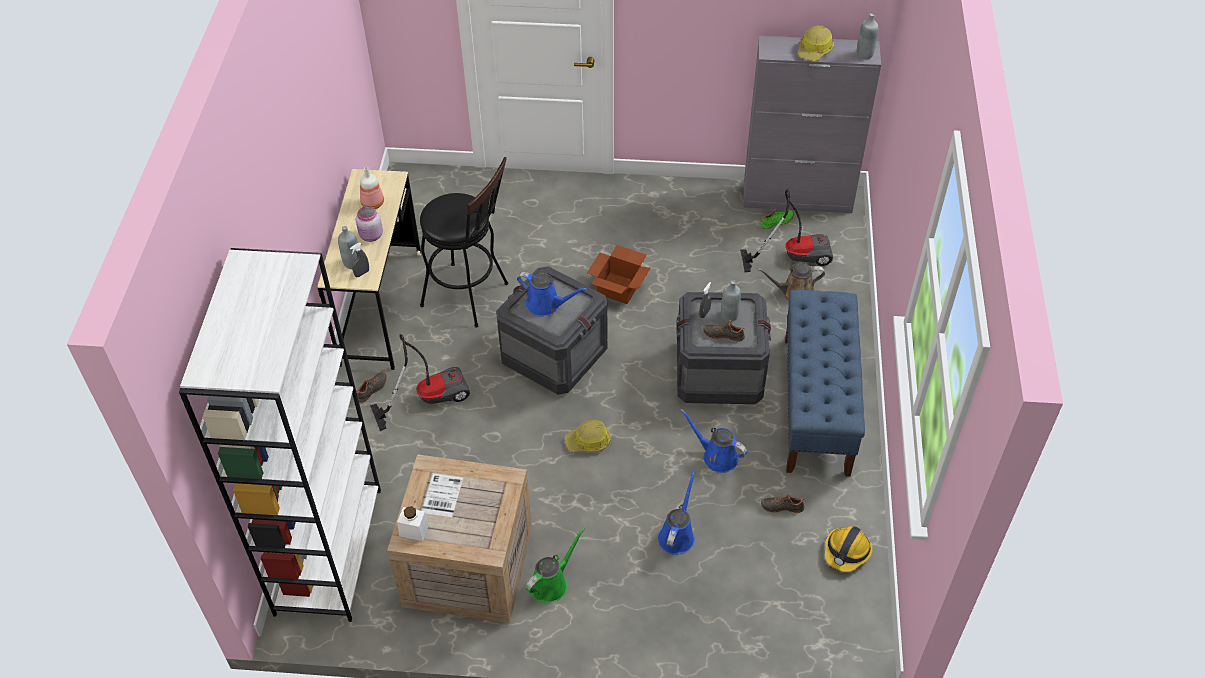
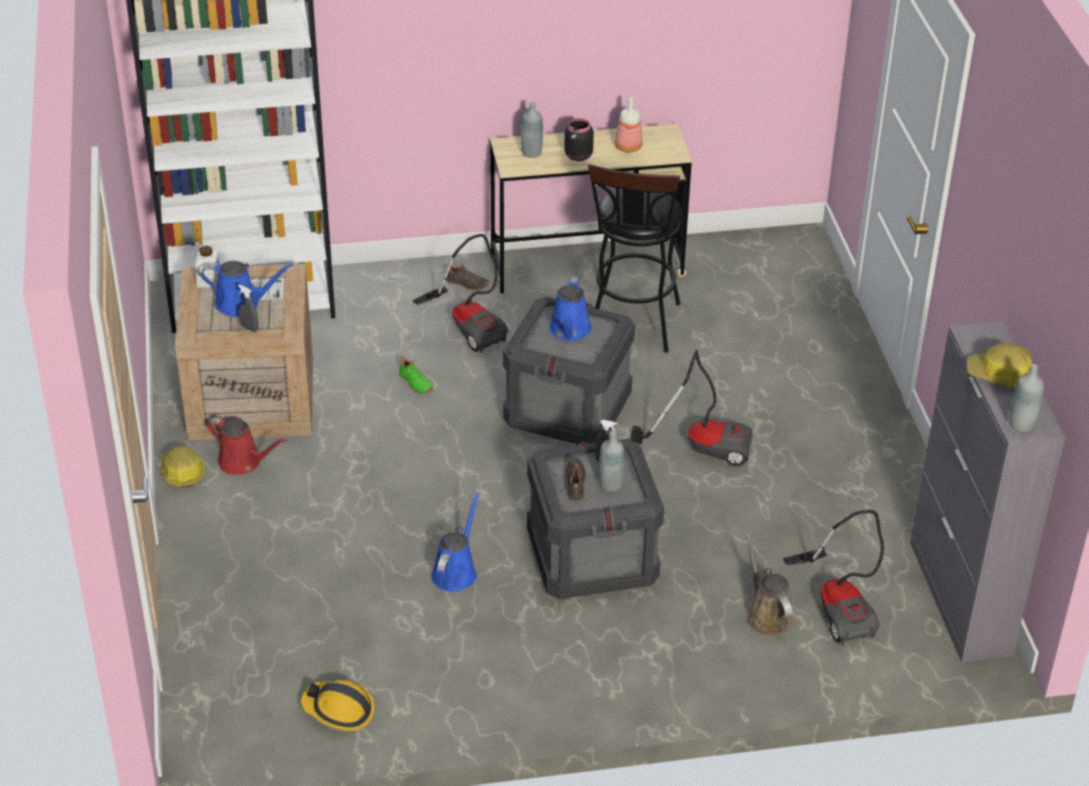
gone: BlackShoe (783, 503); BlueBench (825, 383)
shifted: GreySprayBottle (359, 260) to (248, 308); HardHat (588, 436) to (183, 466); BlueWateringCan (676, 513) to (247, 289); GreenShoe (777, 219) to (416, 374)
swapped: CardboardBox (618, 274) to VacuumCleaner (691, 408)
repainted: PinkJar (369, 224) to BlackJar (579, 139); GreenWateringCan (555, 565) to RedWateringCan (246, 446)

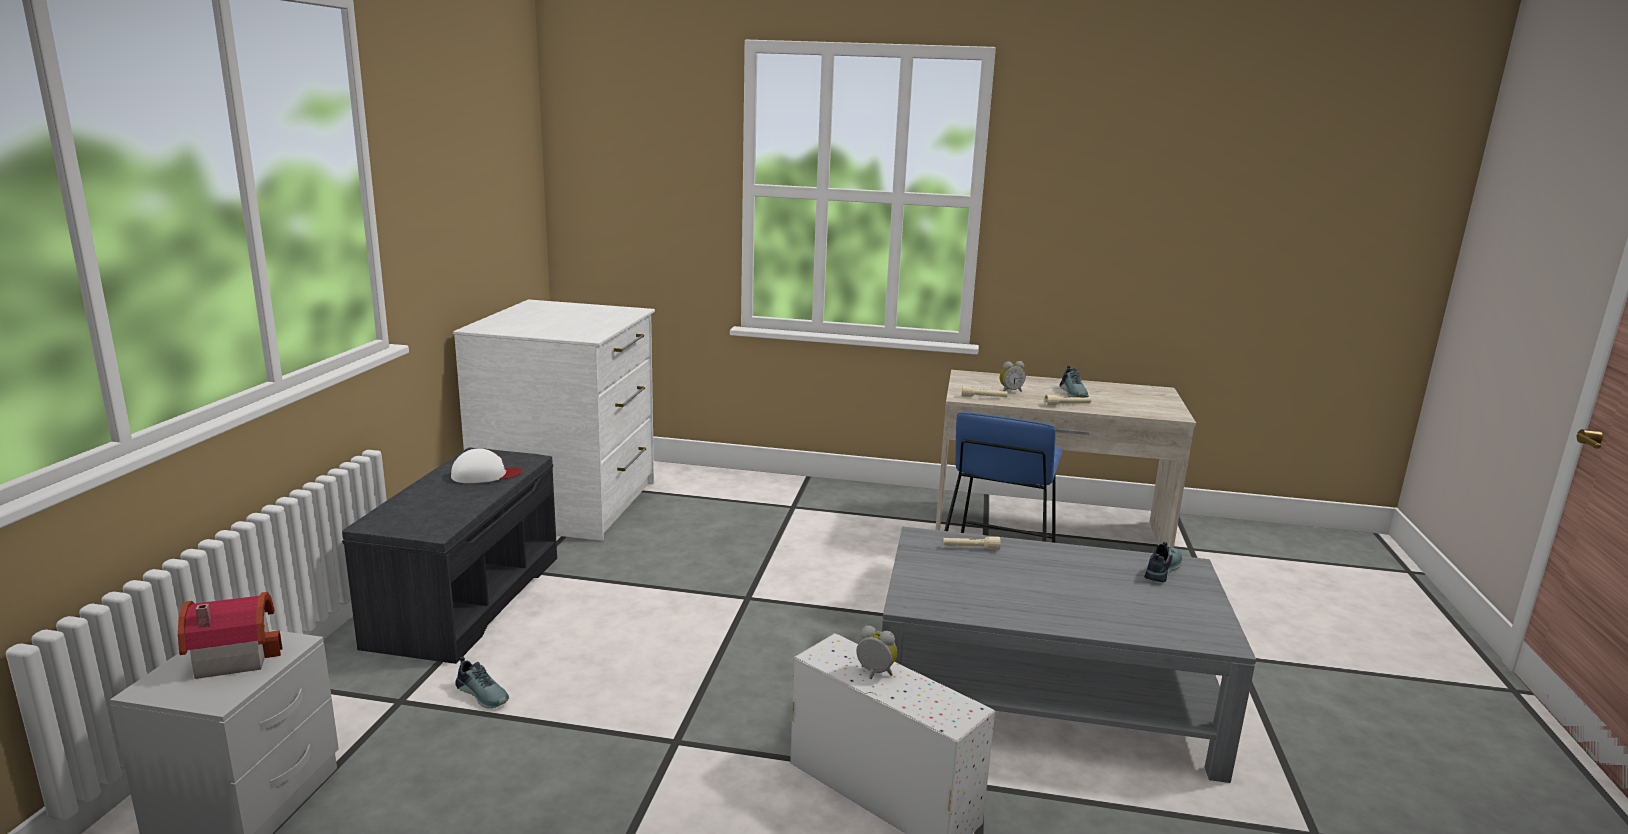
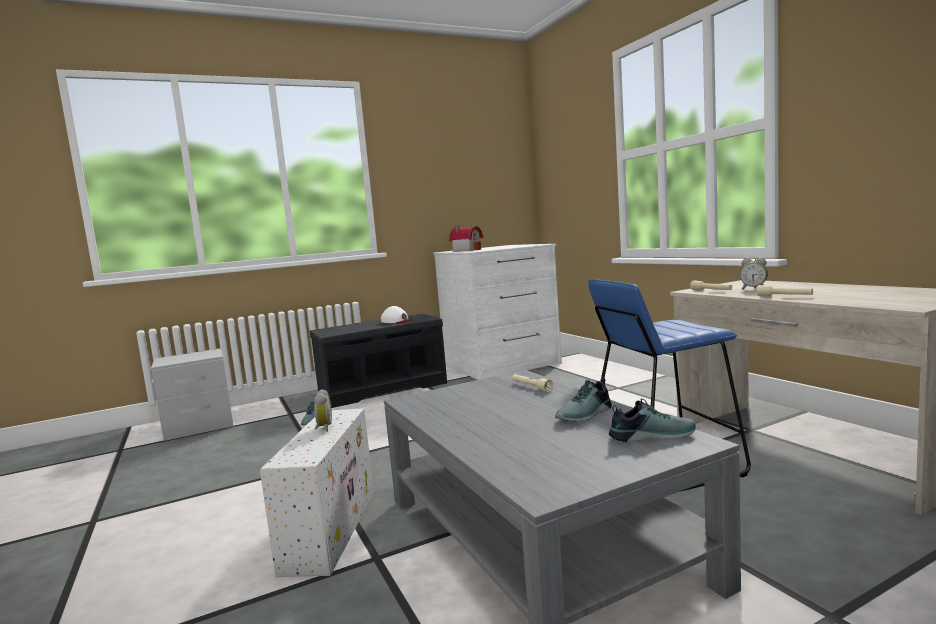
shifted: ToyHouse (230, 635) to (466, 238); Shoe (1074, 381) to (583, 400)

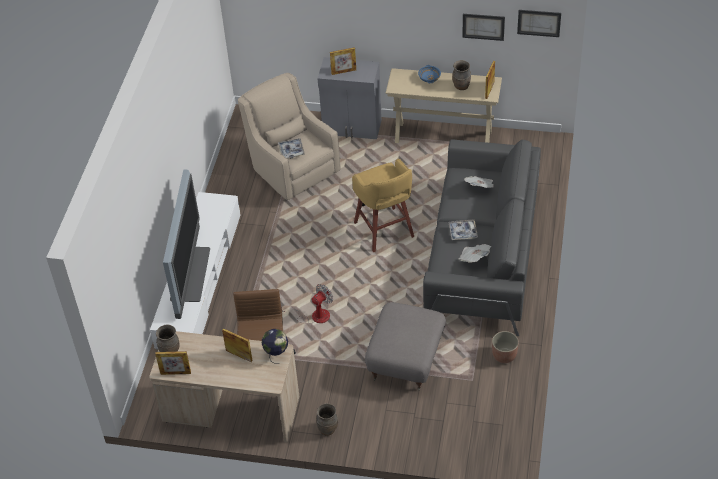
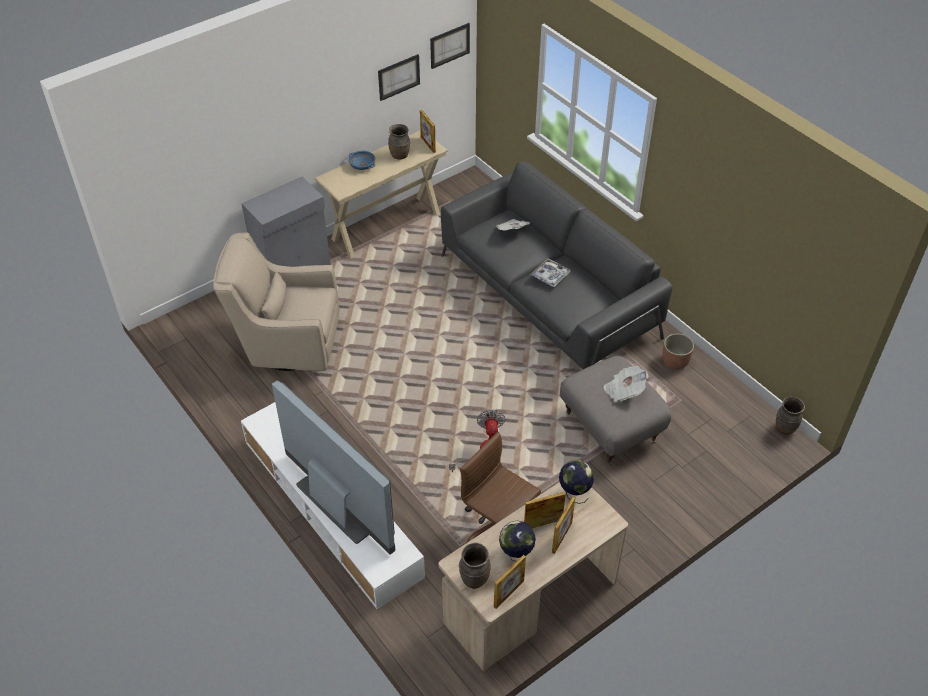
gone: Tray (291, 148); YellowStool (383, 205)
new: Globe (517, 541)
shifted: BrownVase (327, 419) to (790, 415); PictureFrame (343, 61) to (563, 525); Newspaper (474, 253) to (626, 384)

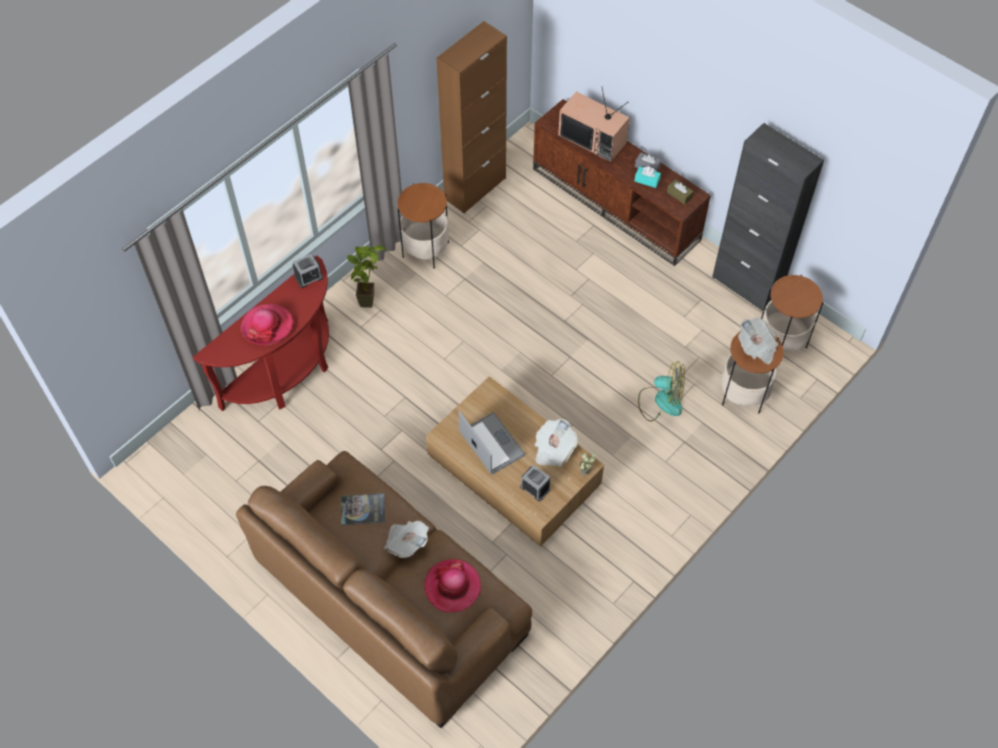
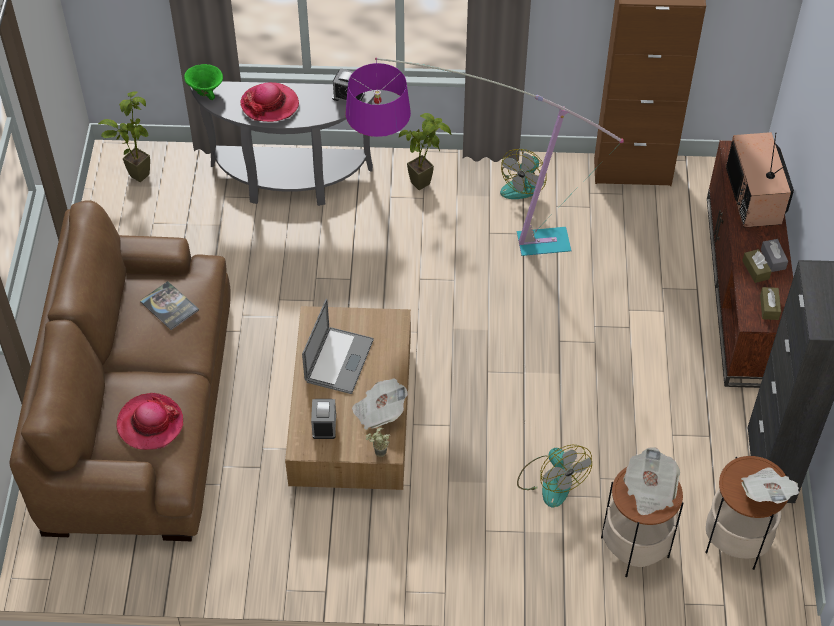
new: PottedPlant (124, 136); GreenBowl (203, 82); FloorLamp (485, 156)
shifted: Newspaper (406, 539) to (770, 486)
swapped: SideTable (423, 226) to Fan (523, 174)
repainted: RedConsoleTable (261, 333) to GreyConsoleTable (282, 143); TurquoiseTissueBox (647, 177) to BrownTissueBox (757, 266)

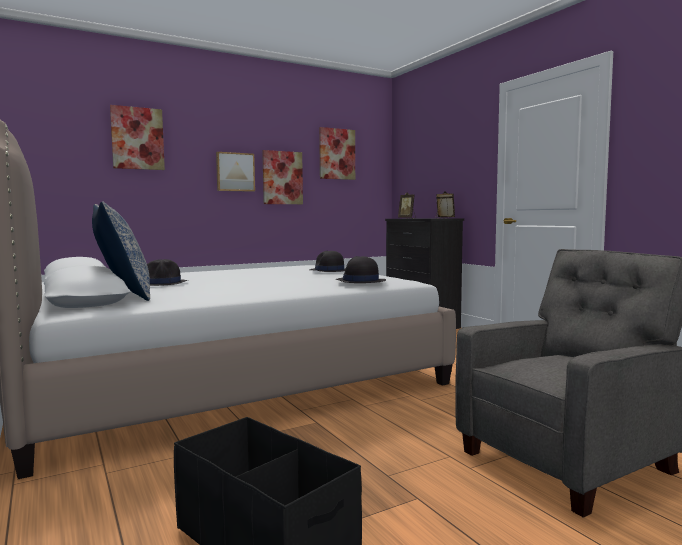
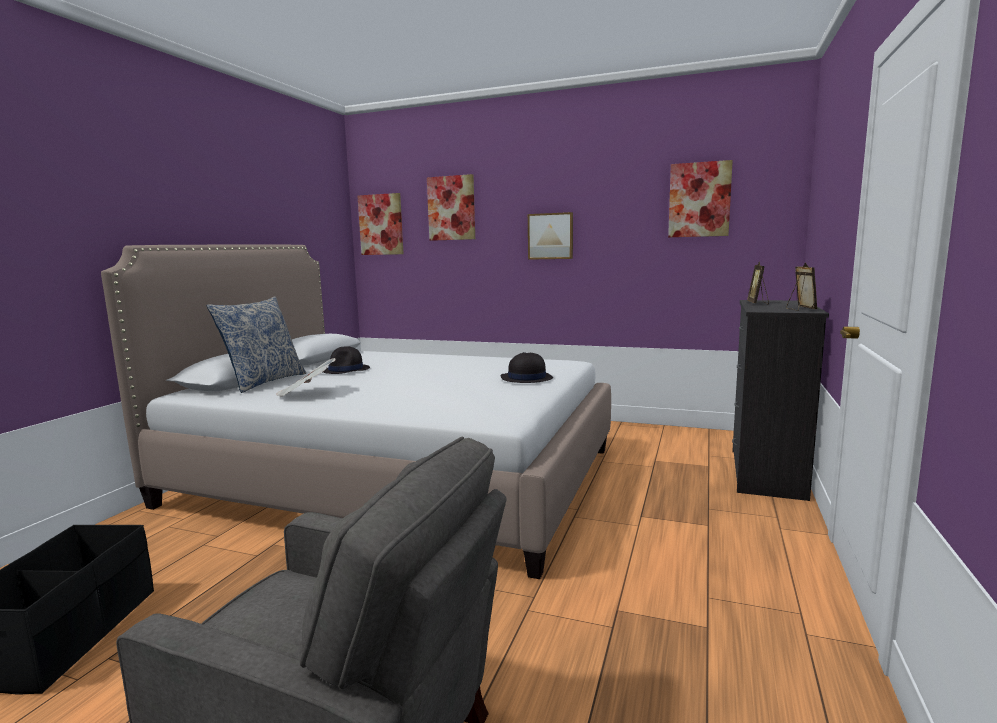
gone: BlackHat (360, 269)
new: Newspaper (306, 378)
shifted: Picture (282, 177) to (380, 224)

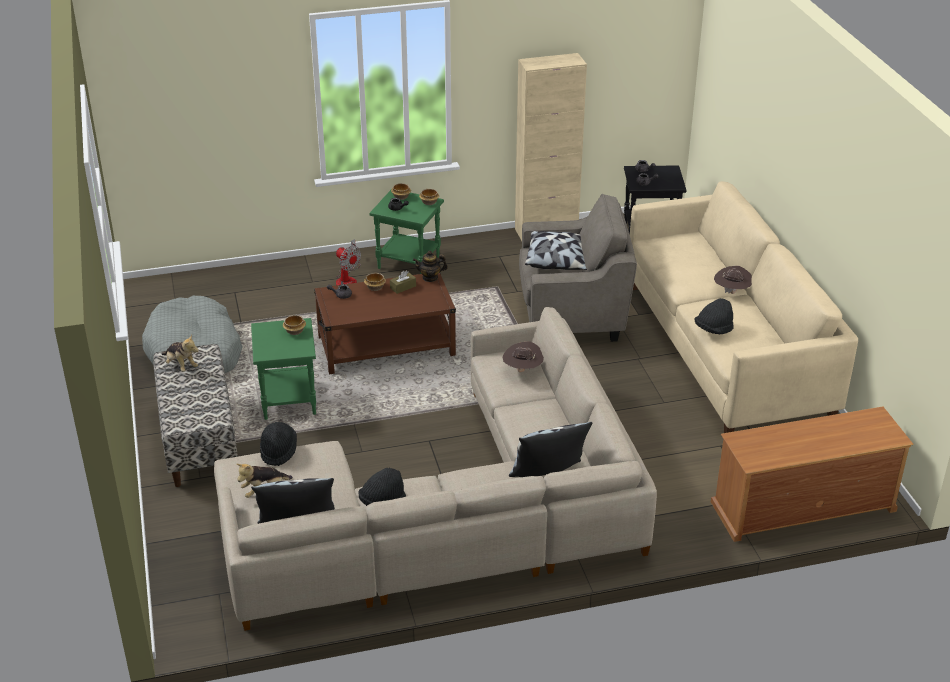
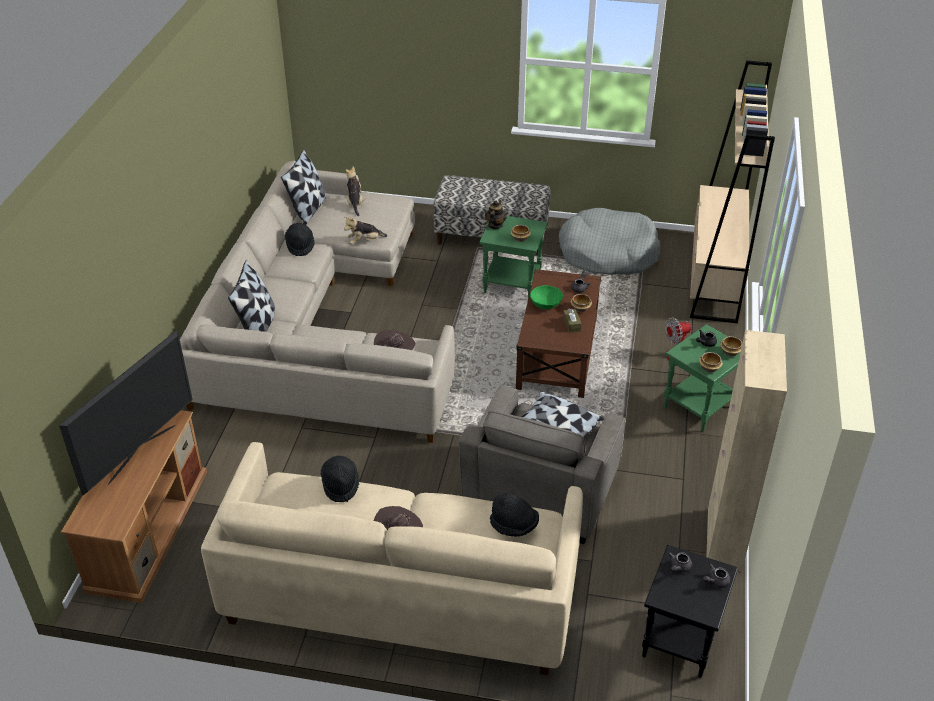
new: Television (126, 413); GreenBowl (546, 297); BeigeBookcase (732, 191)
shifted: PlushToy (180, 353) to (366, 230); BlackHat (278, 444) to (514, 515); Teapot (430, 266) to (495, 214)

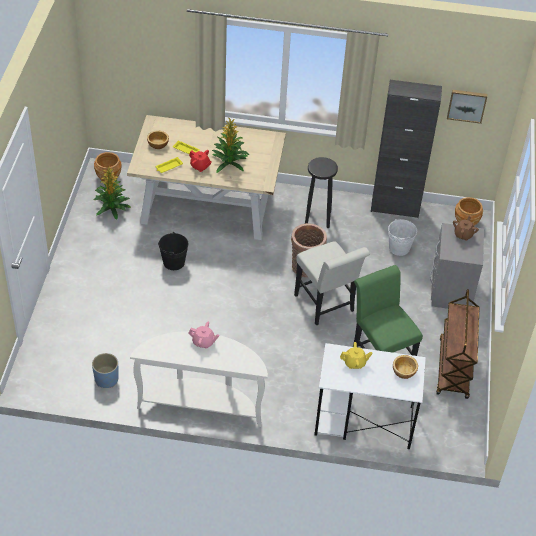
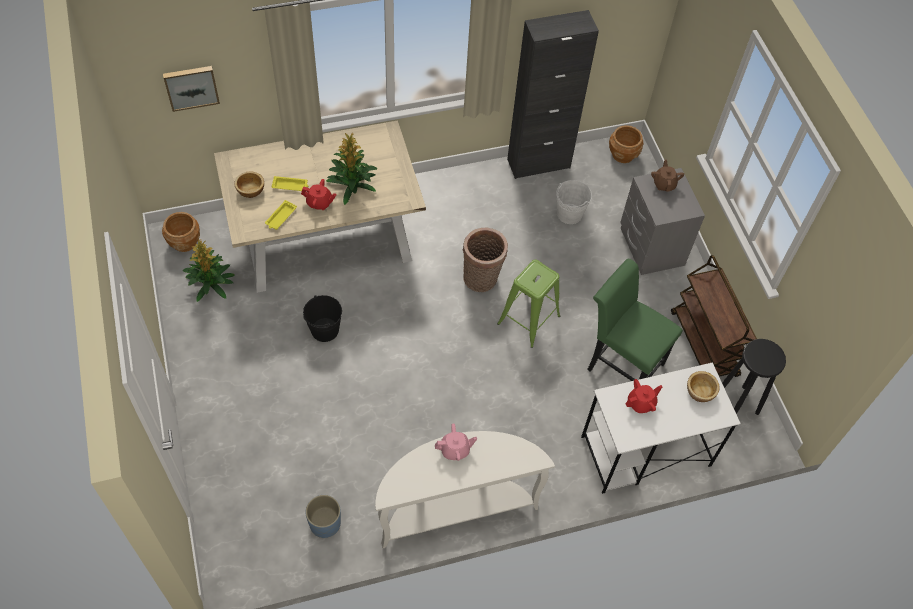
shifted: BlackStool (321, 192) to (754, 377); Picture (467, 107) to (191, 89)
swapped: WhiteChair (332, 283) to GreenStool (528, 304)
repainted: YellowTeapot (356, 355) to RedTeapot (644, 396)

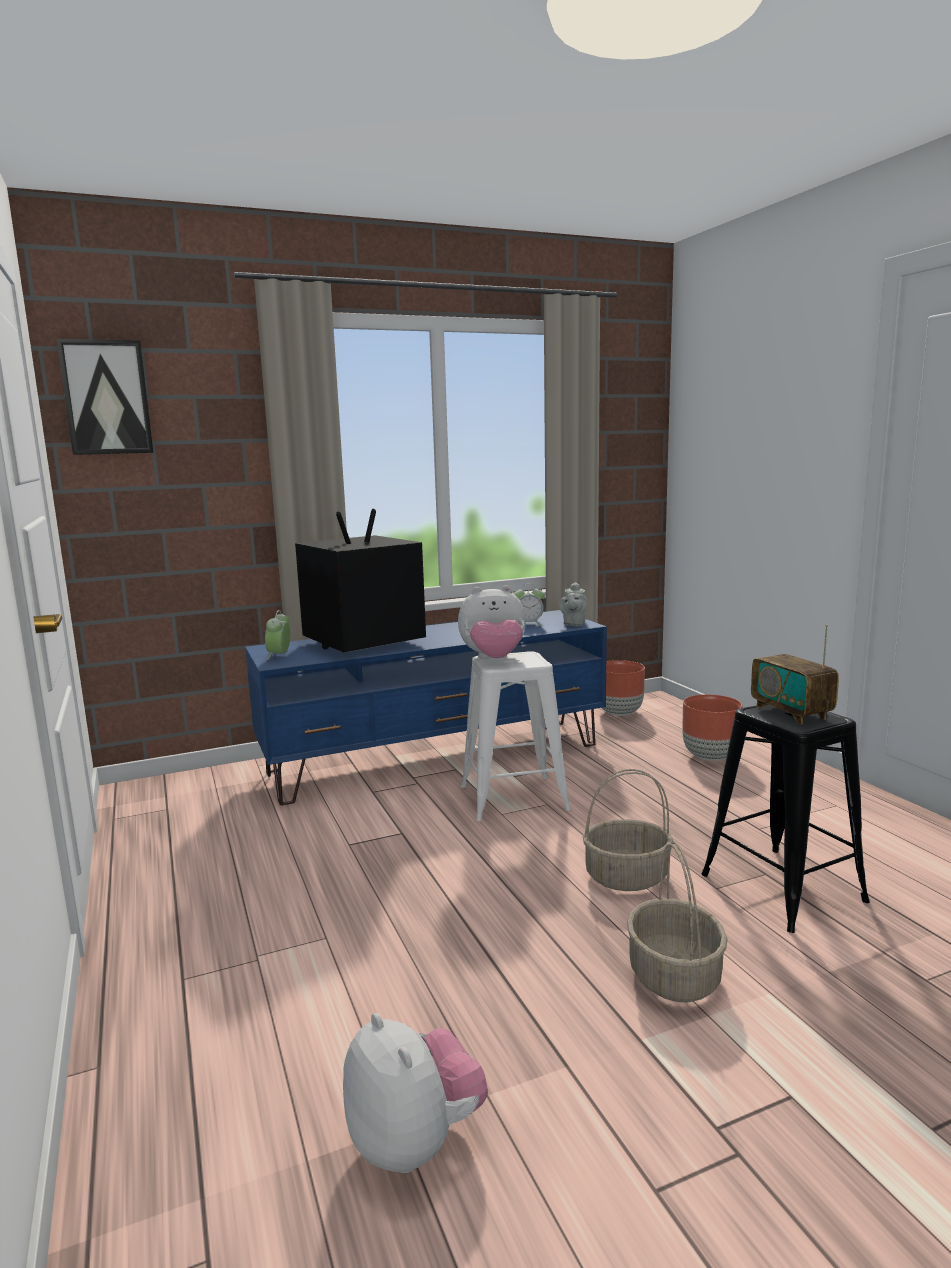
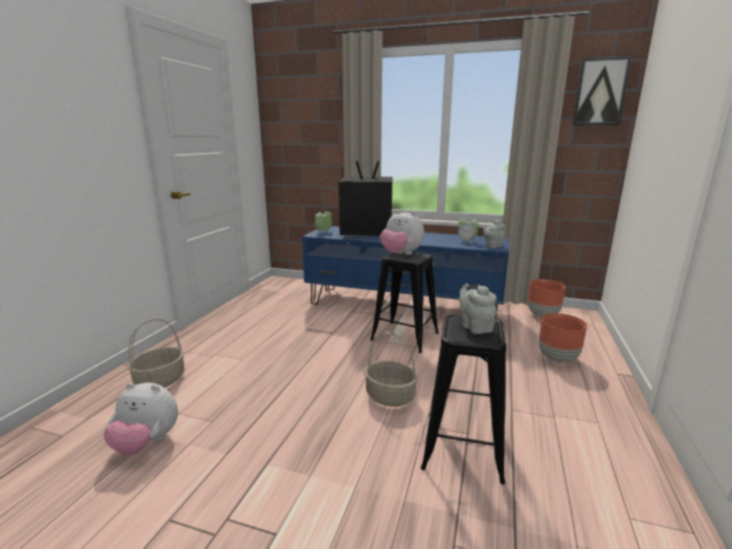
shifted: Picture (105, 397) to (602, 90); Basket (677, 922) to (155, 353)
swapped: Radio (795, 675) to GreyTeapot (478, 308)
repainted: WhiteStool (516, 736) to BlackStool (404, 302)
rotated: PlushToy (415, 1093) = (141, 419) 90 degrees clockwise

